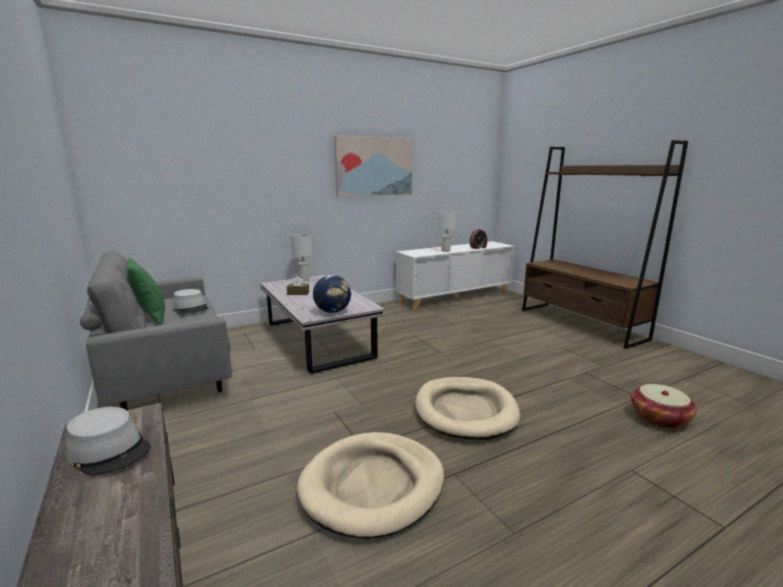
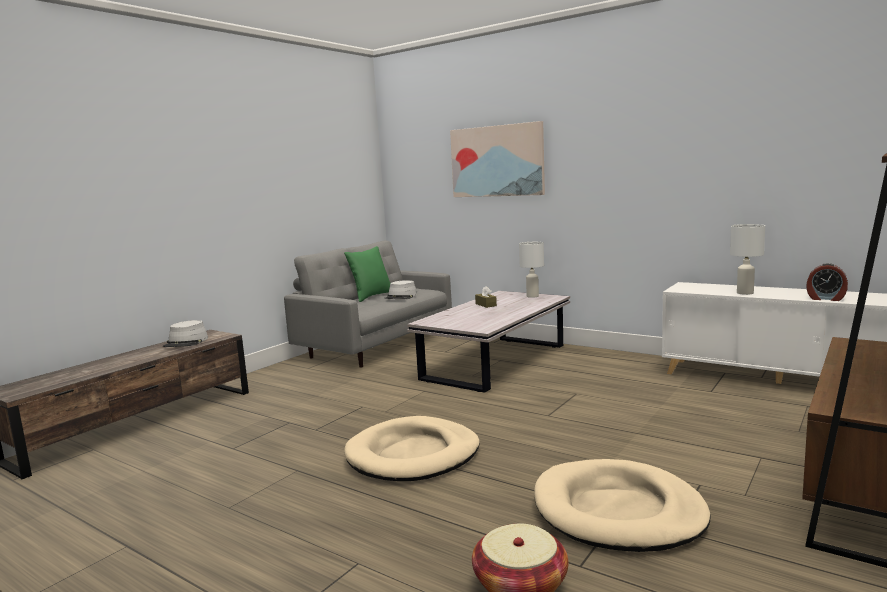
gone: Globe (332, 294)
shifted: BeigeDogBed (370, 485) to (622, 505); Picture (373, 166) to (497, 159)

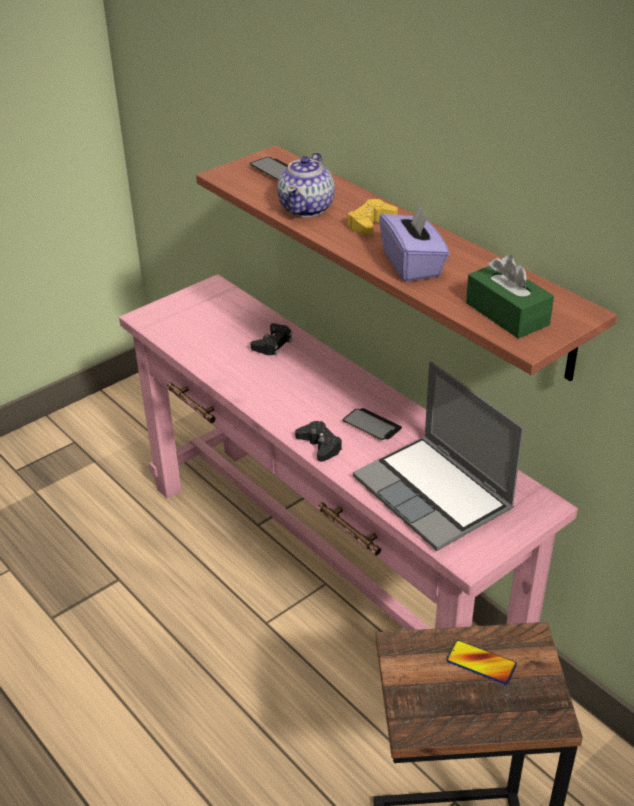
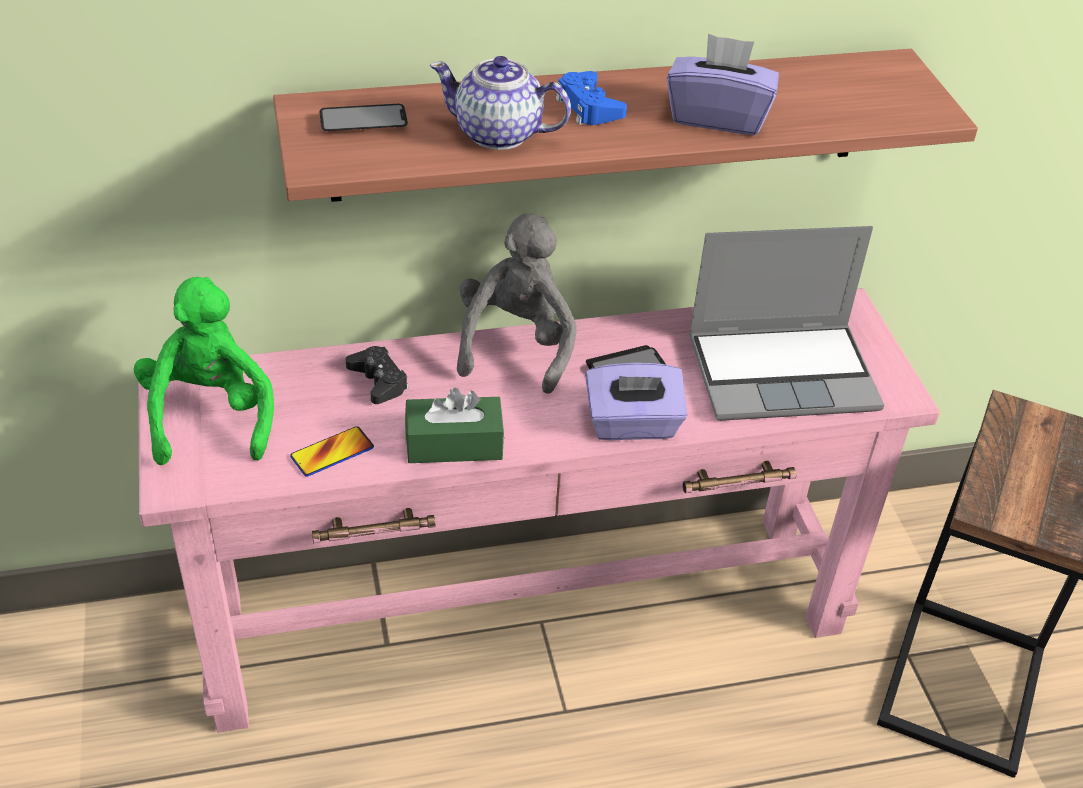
new: GreenPlushToy (204, 371); GreyPlushToy (517, 303)
shifted: Phone (481, 662) to (332, 451); GreenTissueBox (510, 297) to (454, 425)
swapped: BlackGameController (318, 441) to PurpleTissueBox (636, 401)
repainted: YellowGameController (372, 217) to BlueGameController (591, 98)
rotated: Teapot (306, 184) = (500, 103) 150 degrees clockwise

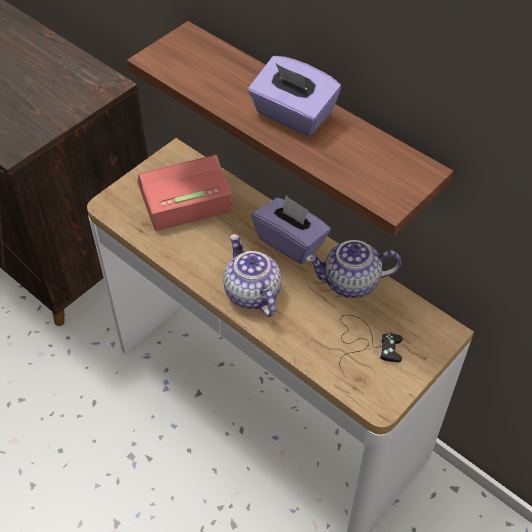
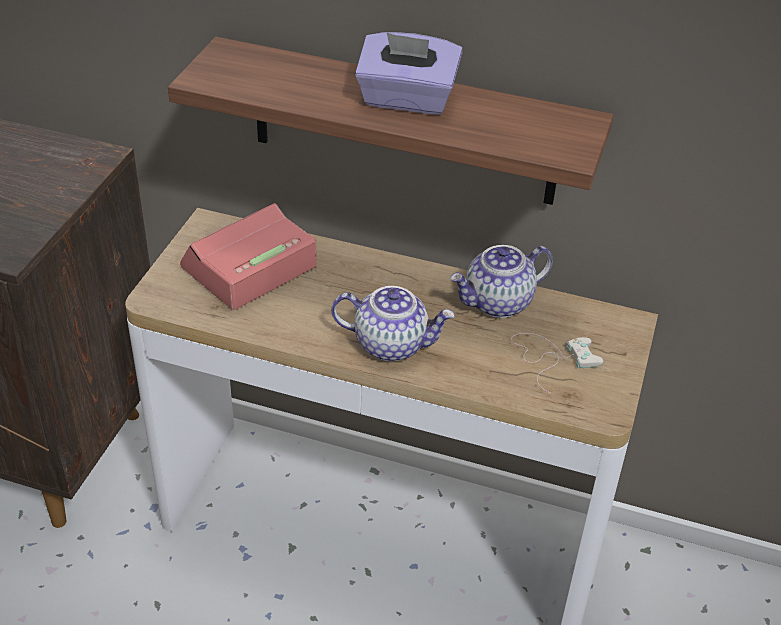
gone: PurpleTissueBox (291, 230)
repainted: BlackGameController (371, 344) to WhiteGameController (557, 363)
rotated: Teapot (252, 275) = (393, 323) 150 degrees clockwise

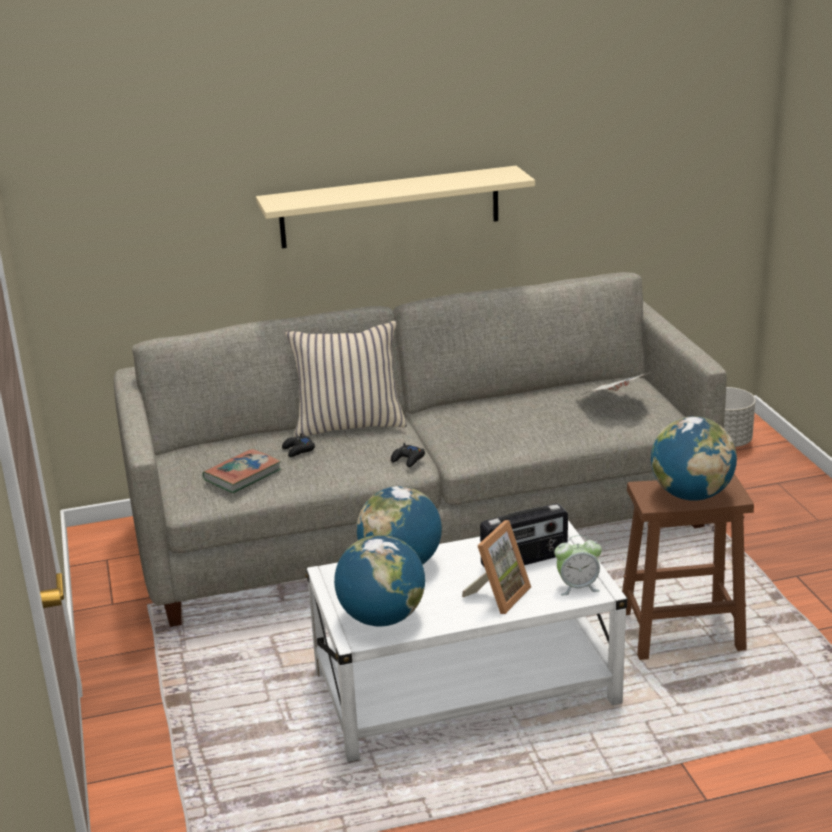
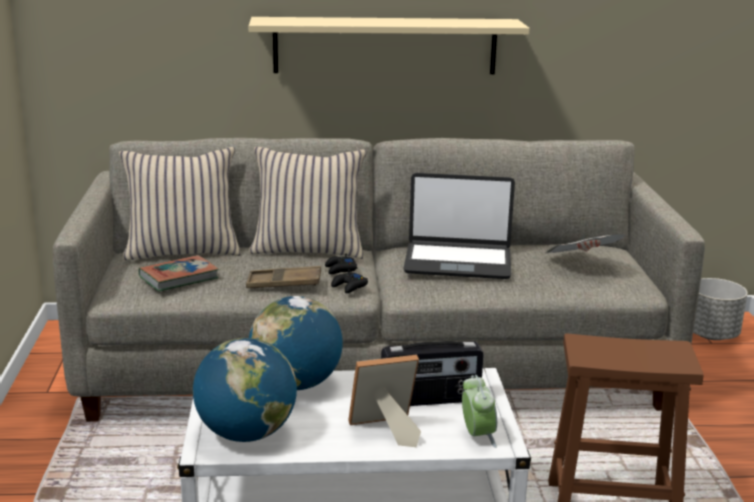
gone: Globe (694, 458)
new: BeigePillow (180, 203); BrownTray (283, 277); Laptop (459, 226)
shifted: BlackGameController (298, 445) to (341, 264)
rotated: PictureFrame (496, 567) = (384, 401) 150 degrees counterclockwise; AlarmClock (578, 565) = (479, 411) 105 degrees counterclockwise

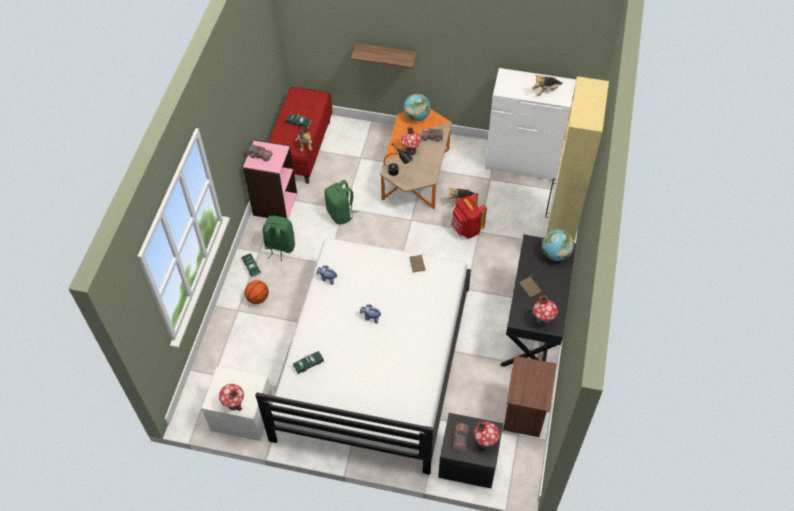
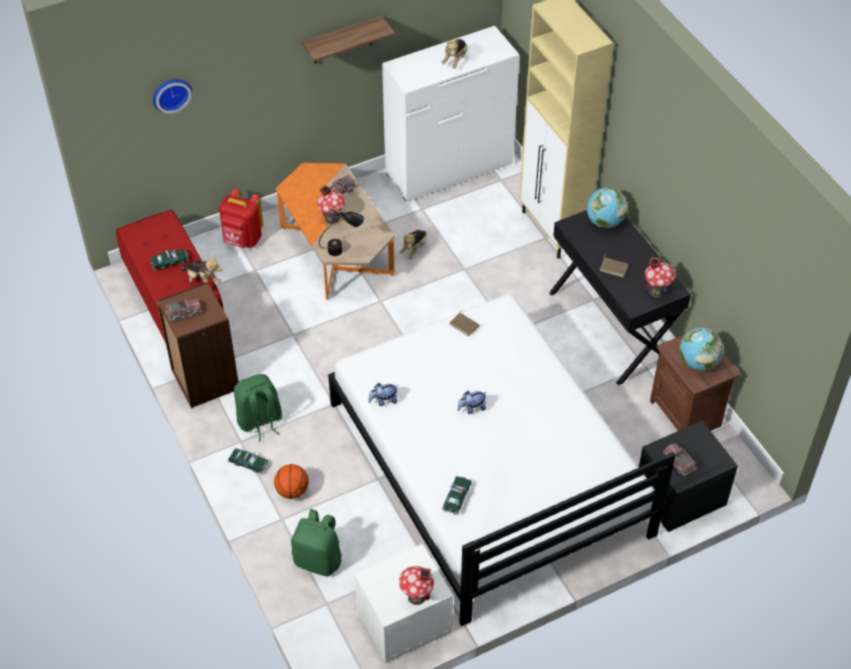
gone: ToyHouse (487, 435)
new: WallClock (172, 96)
shifted: GreenBackpack (341, 202) to (316, 542); Shelf (384, 56) to (348, 39); Globe (417, 107) to (701, 349); RedBackpack (469, 216) to (241, 218)
repainted: PinkBookcase (270, 179) to BrownBookcase (197, 345)

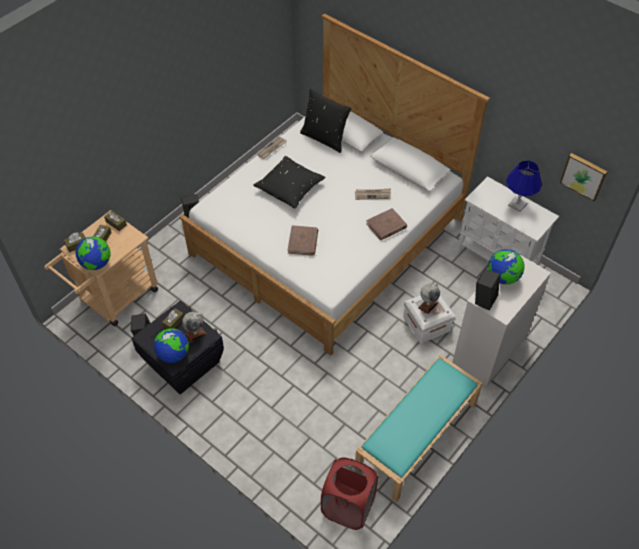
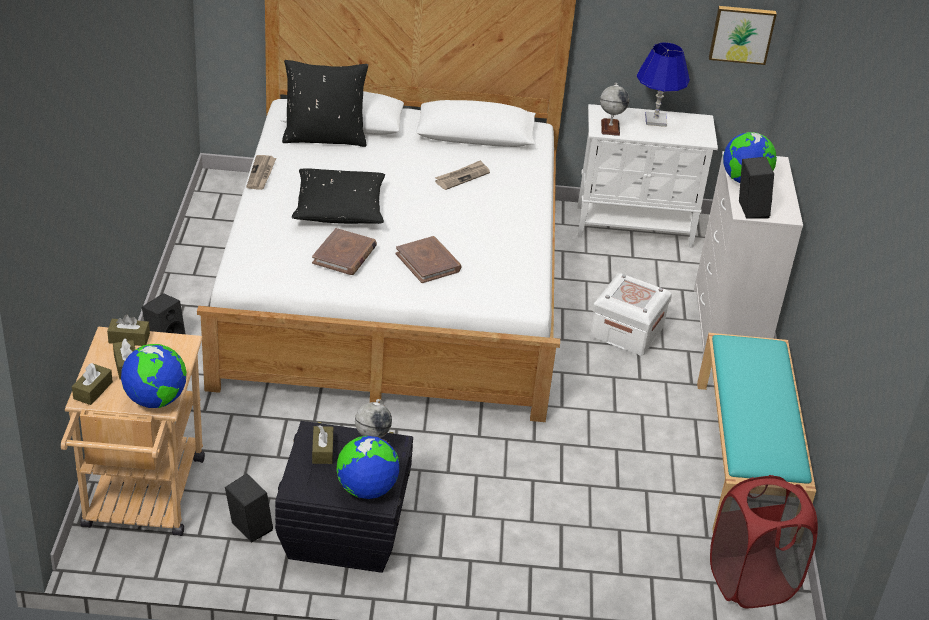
shifted: BrownBook (386, 224) to (344, 251); Globe (429, 298) to (614, 109)

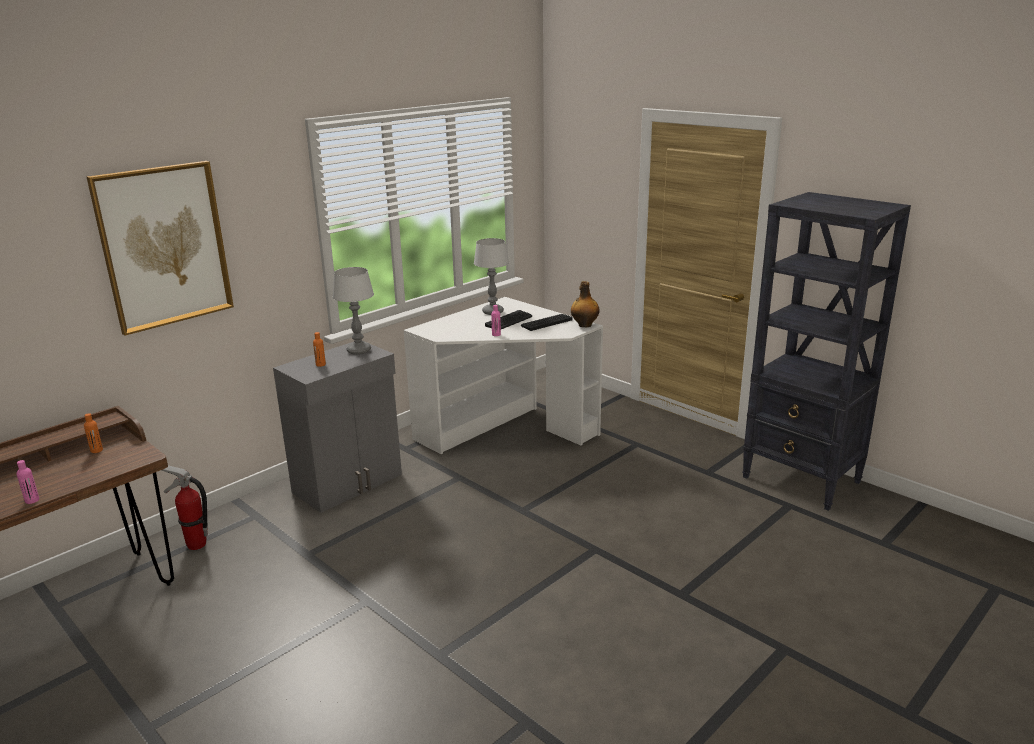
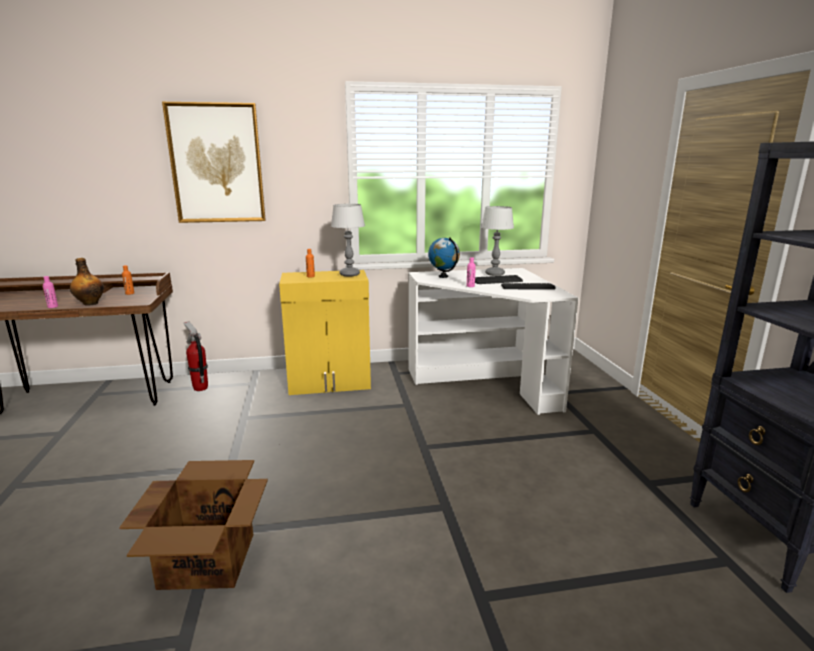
new: CardboardBox (193, 525); Globe (444, 257)
shifted: Bottle (585, 304) to (87, 282)
repainted: GreyCabinet (337, 427) to YellowCabinet (325, 332)

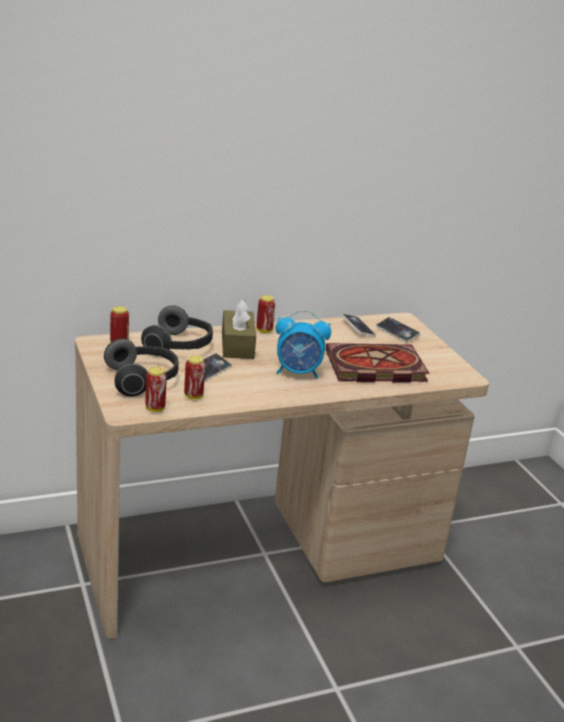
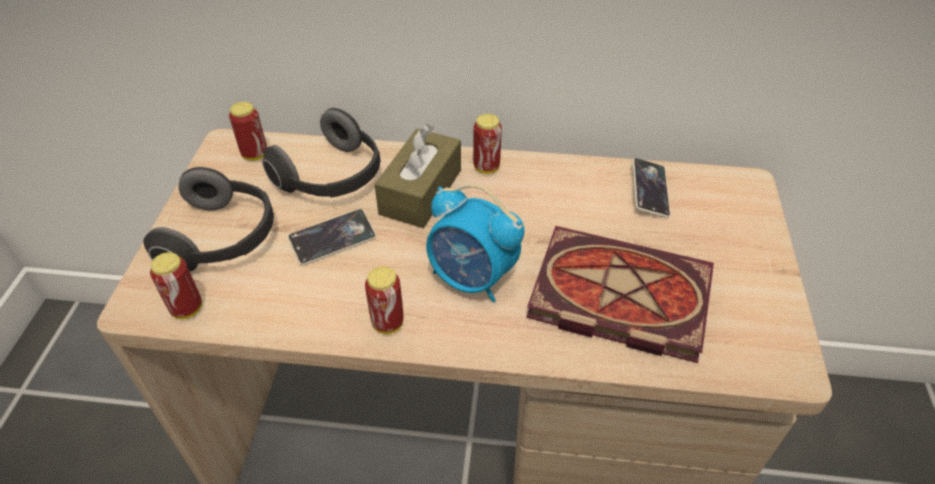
gone: Phone (398, 330)
shifted: Can (194, 377) to (384, 300)

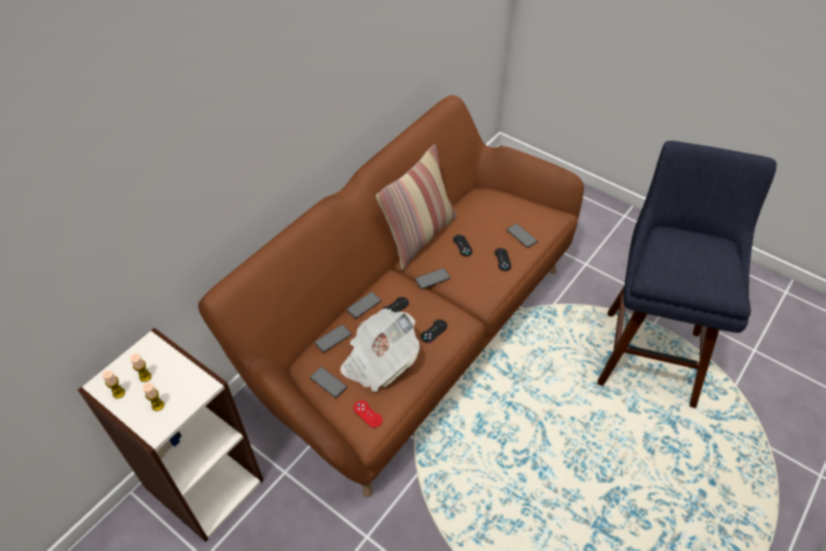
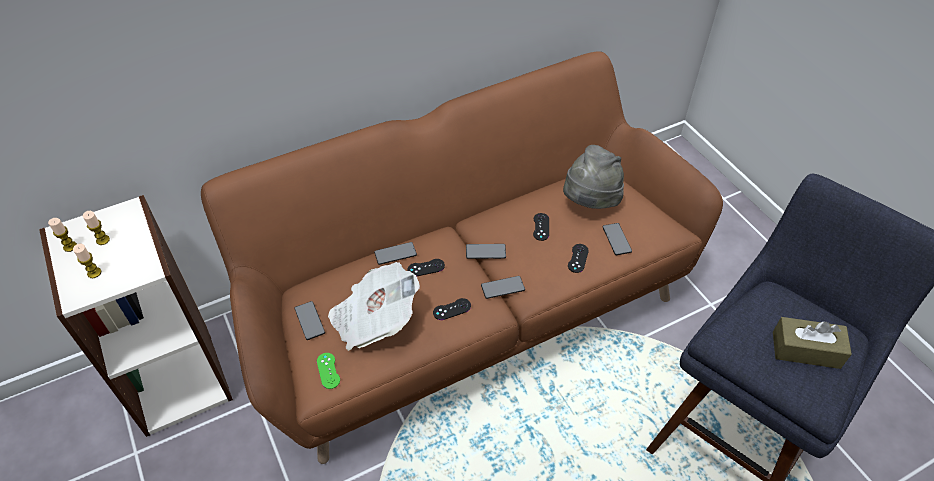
gone: Pillow (416, 207)
new: GreyHat (593, 177); BrownTissueBox (812, 343)
shifted: Phone (333, 338) to (503, 287)
repainted: RedGameController (367, 414) to GreenGameController (328, 371)

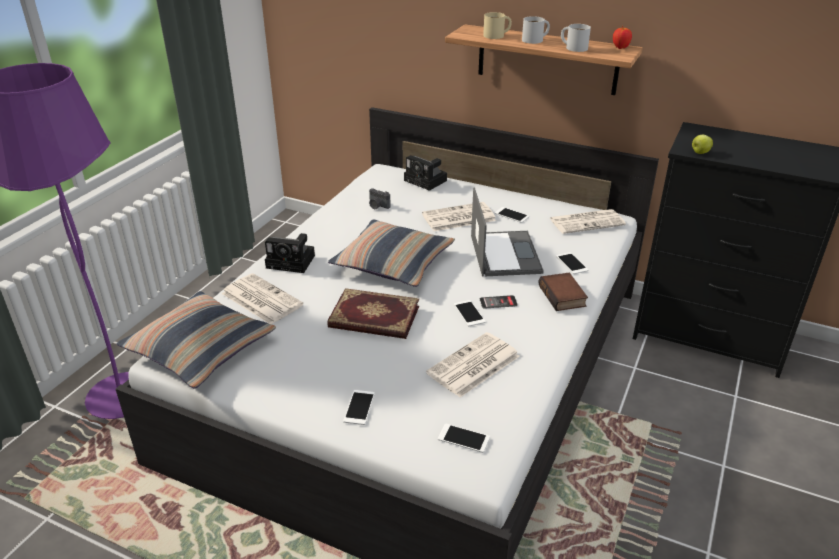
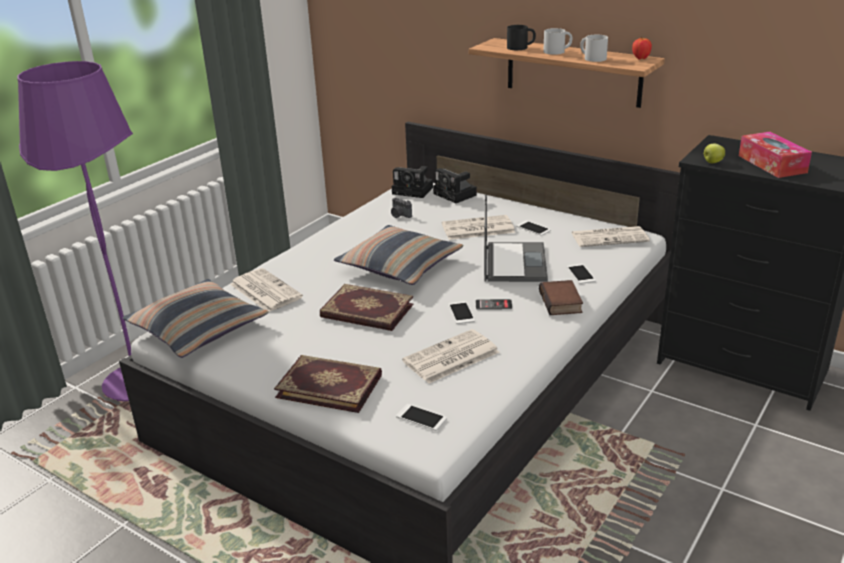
new: TissueBox (775, 155)
shifted: PhotoCamera (290, 253) to (412, 182)
swapped: Phone (359, 407) to Book (328, 384)
repainted: BeigeMug (497, 25) to BlackMug (521, 37)

